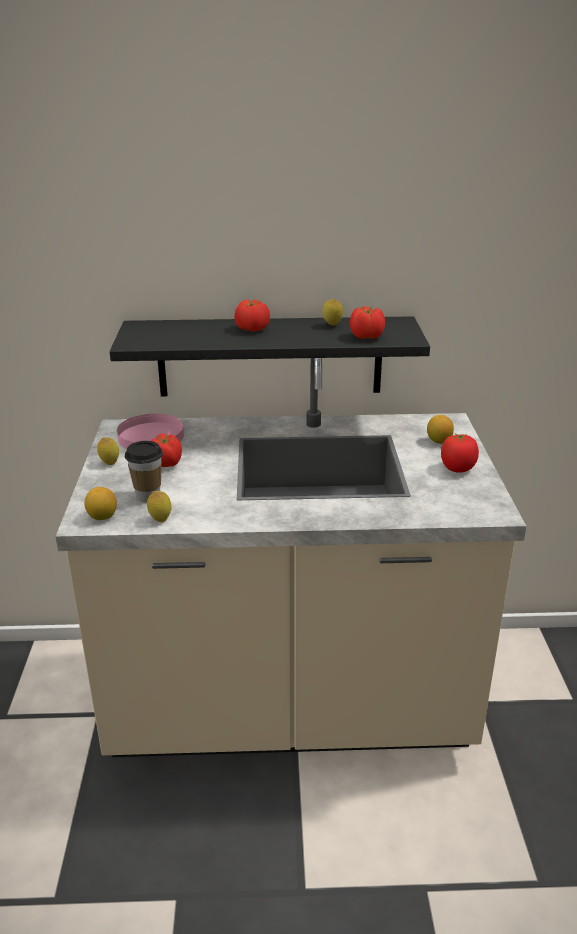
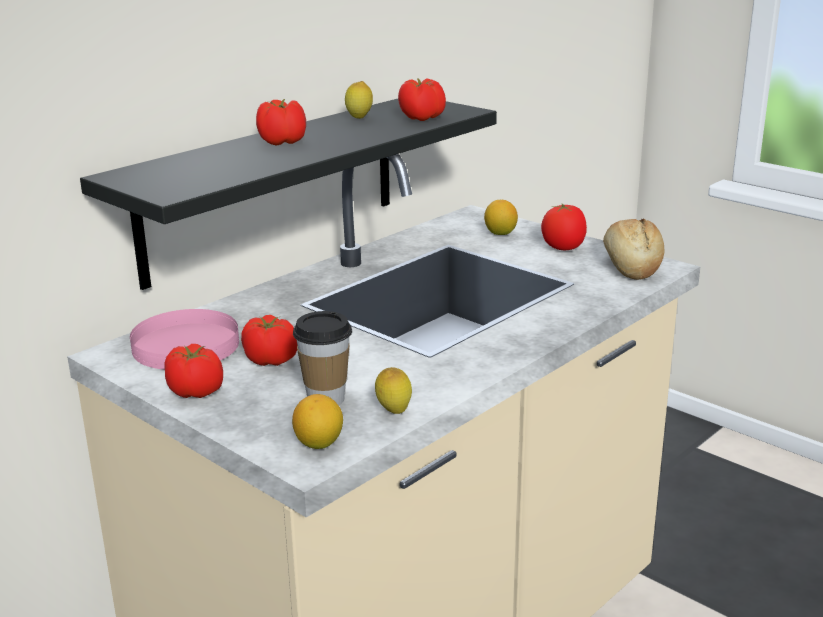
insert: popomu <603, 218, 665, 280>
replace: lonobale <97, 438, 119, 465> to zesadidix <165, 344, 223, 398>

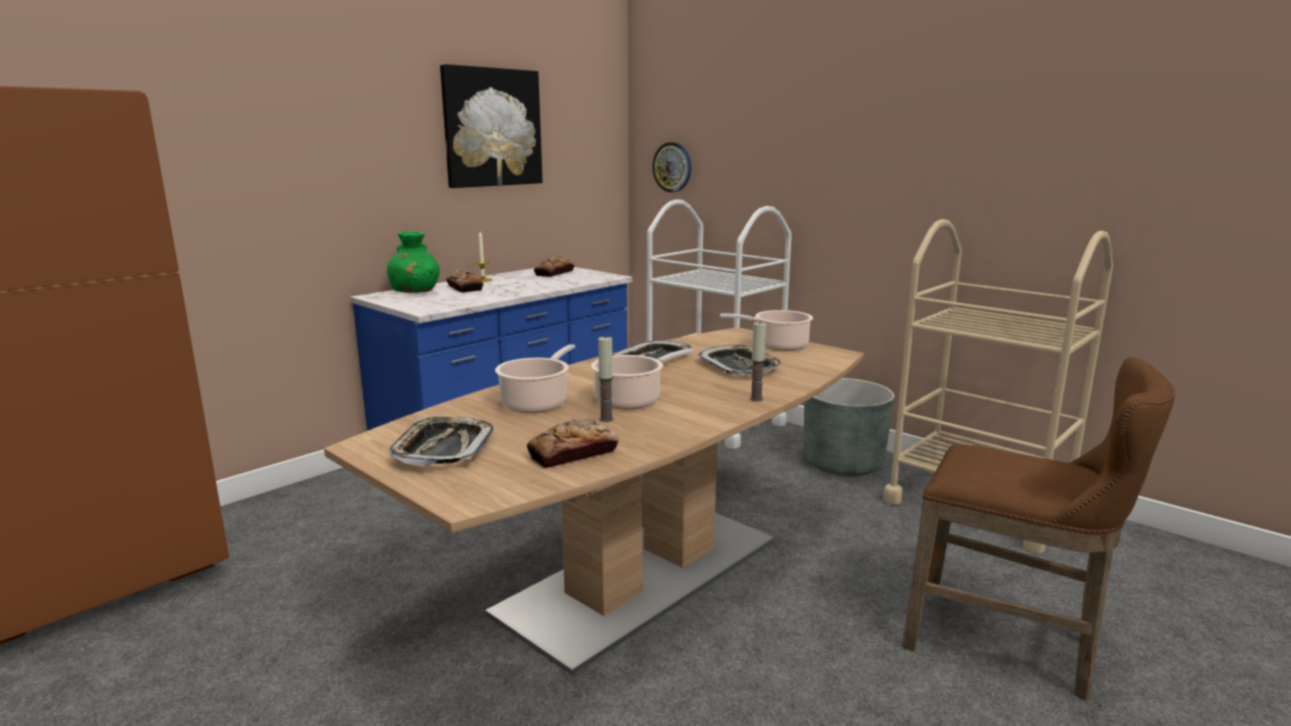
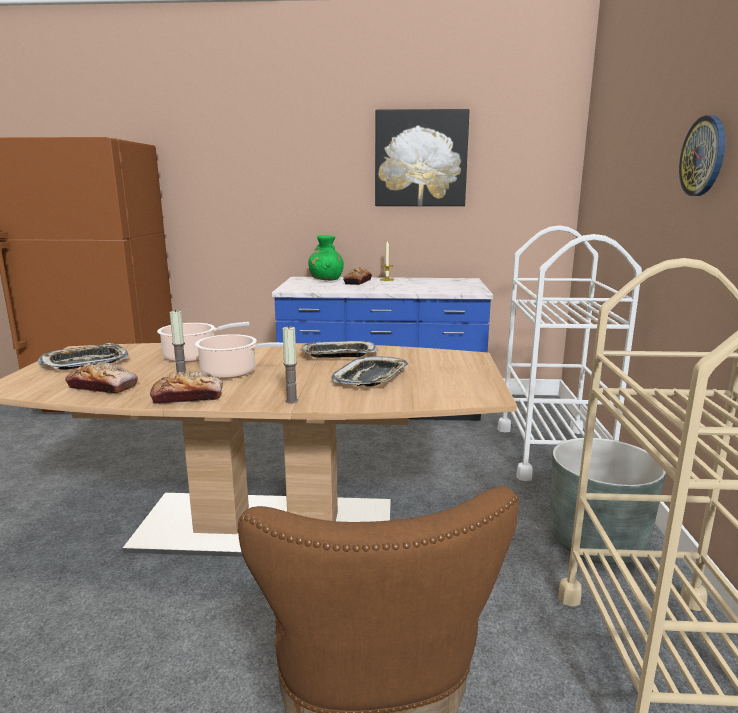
delete: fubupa <720, 310, 813, 351>
move: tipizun <652, 142, 691, 192> to <679, 115, 725, 196>; popomu <534, 256, 575, 277> to <150, 371, 223, 404>

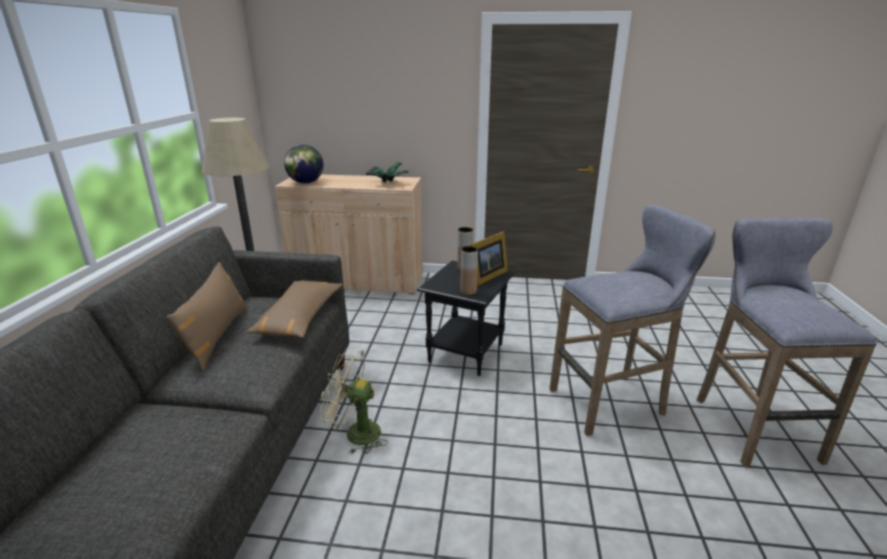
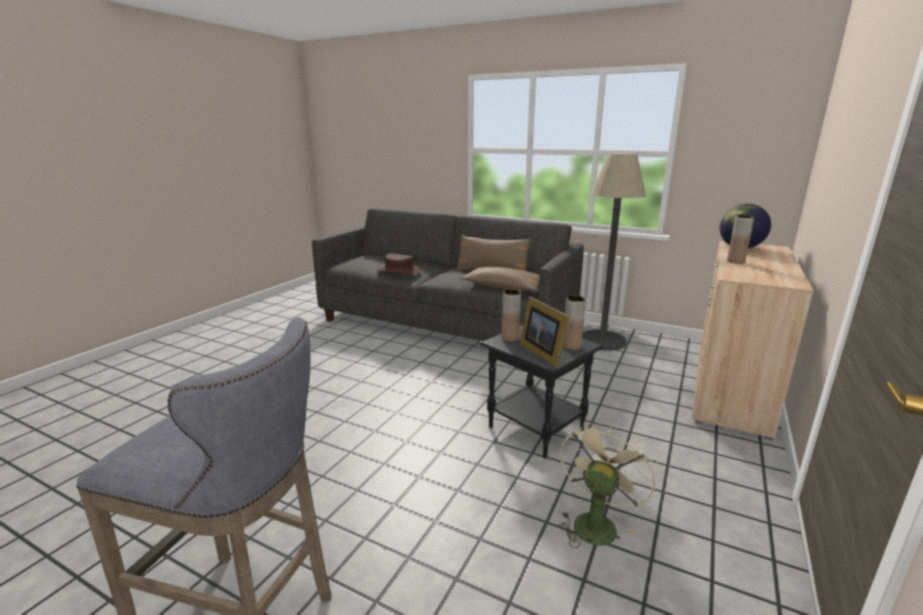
delete: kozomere <365, 162, 408, 182>; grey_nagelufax <550, 205, 716, 436>
insert: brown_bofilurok <727, 215, 754, 264>; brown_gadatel <378, 254, 421, 275>
move: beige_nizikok <320, 348, 388, 454> to <559, 422, 657, 548>

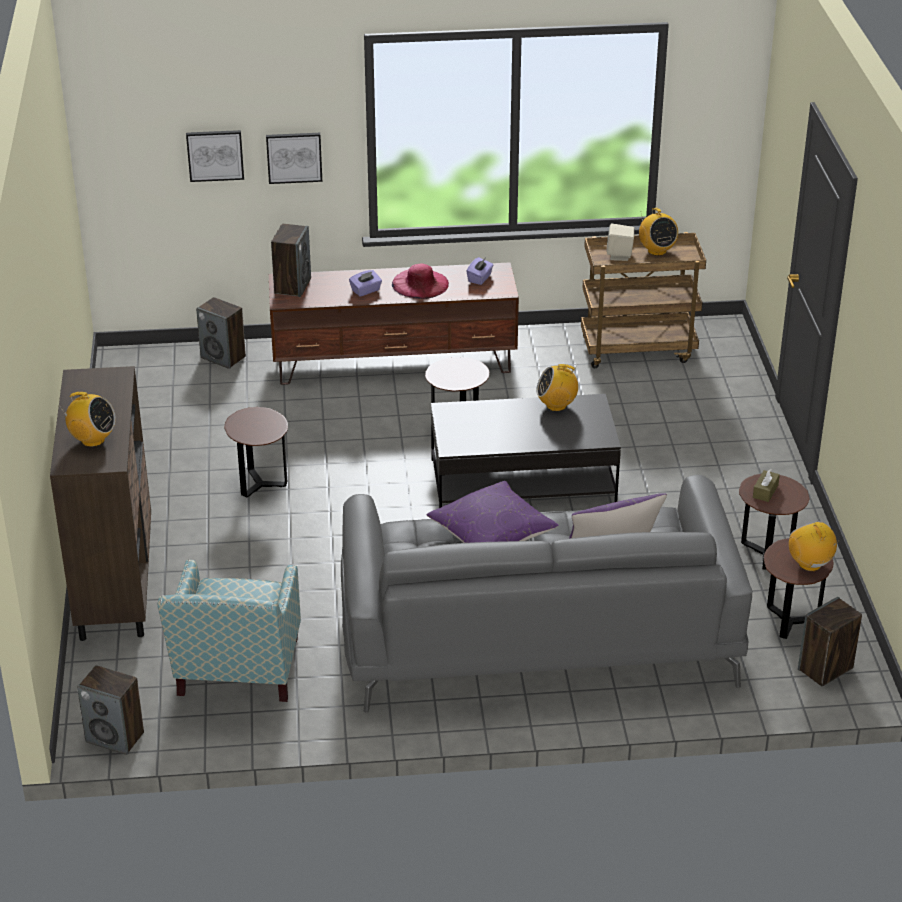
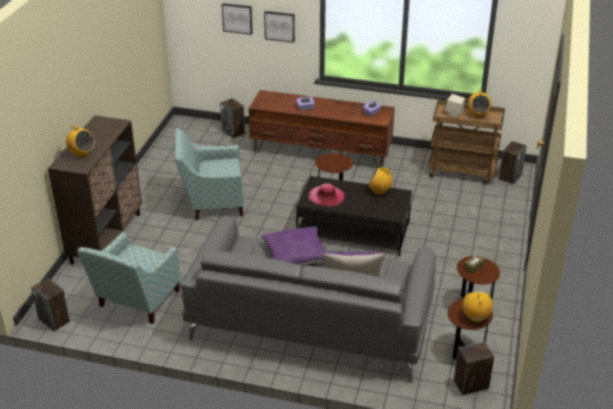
move: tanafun <271, 224, 311, 297> to <499, 141, 527, 185>; pink_gadatel <392, 263, 449, 299> to <308, 183, 345, 207>
replace: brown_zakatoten <224, 407, 288, 498> to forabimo <175, 128, 244, 220>

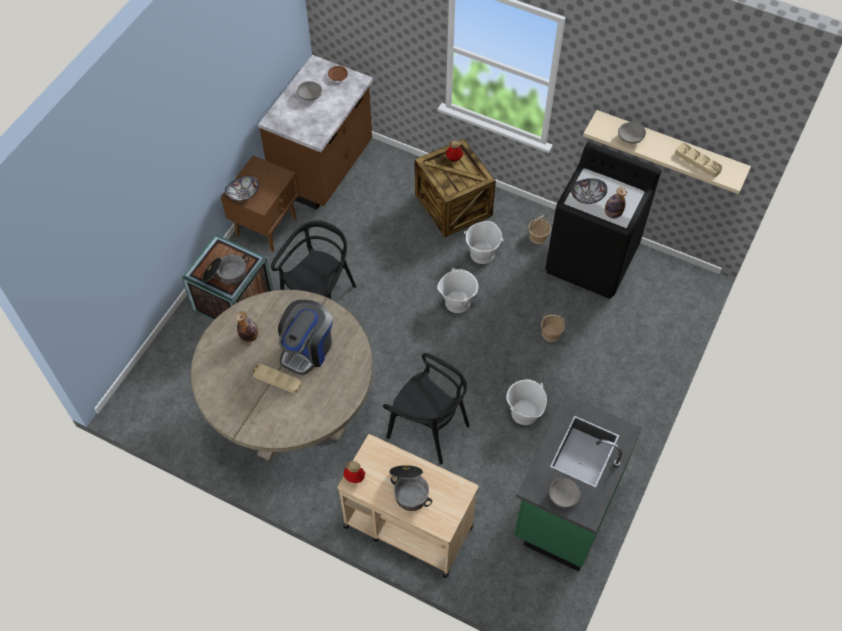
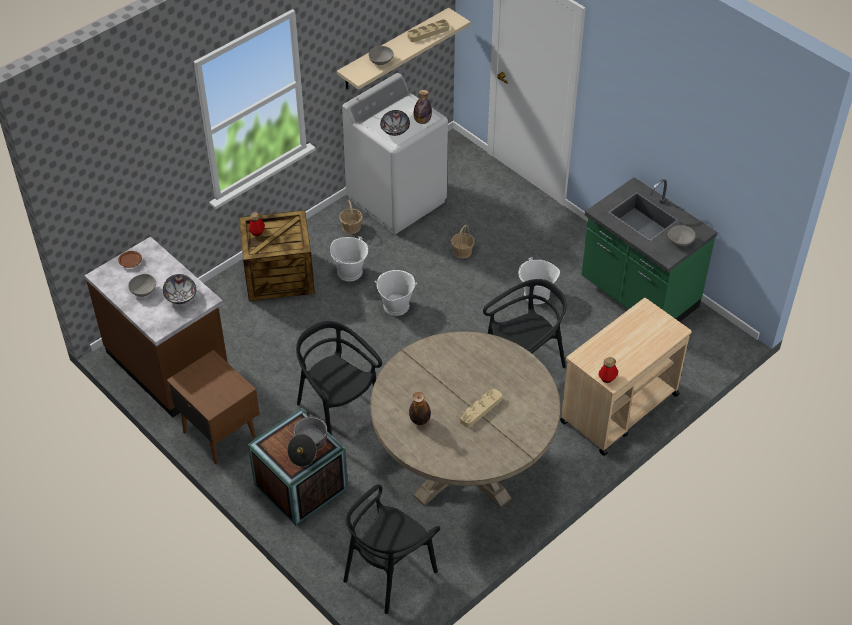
delete: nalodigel <278, 300, 332, 375>; fubupa <389, 465, 432, 511>
insert: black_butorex <343, 484, 440, 614>
move: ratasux <225, 176, 259, 201> to <163, 274, 196, 304>
recolor: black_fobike <545, 142, 661, 299> to white_fobike <342, 73, 448, 234>

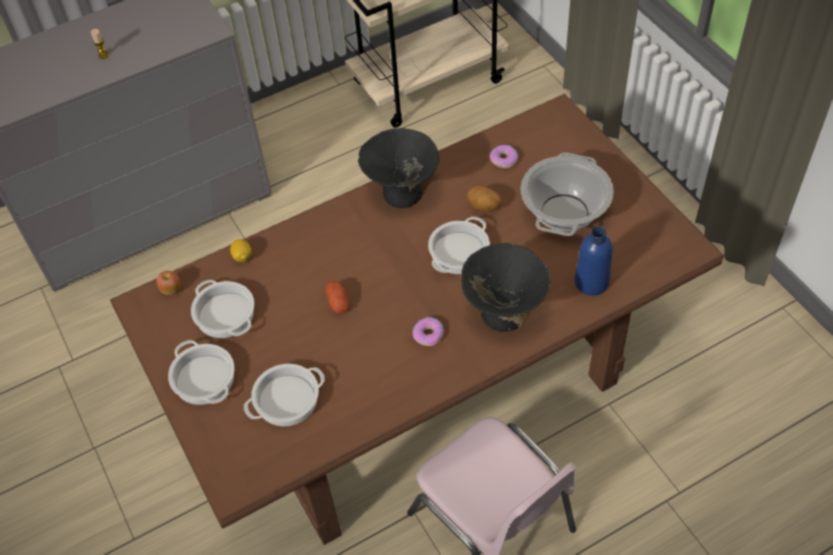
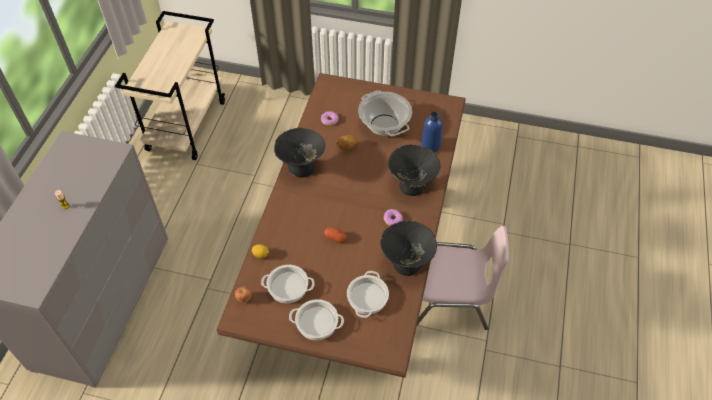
delete: fubupa <428, 217, 490, 274>
insert: black_ratasux <380, 220, 437, 276>

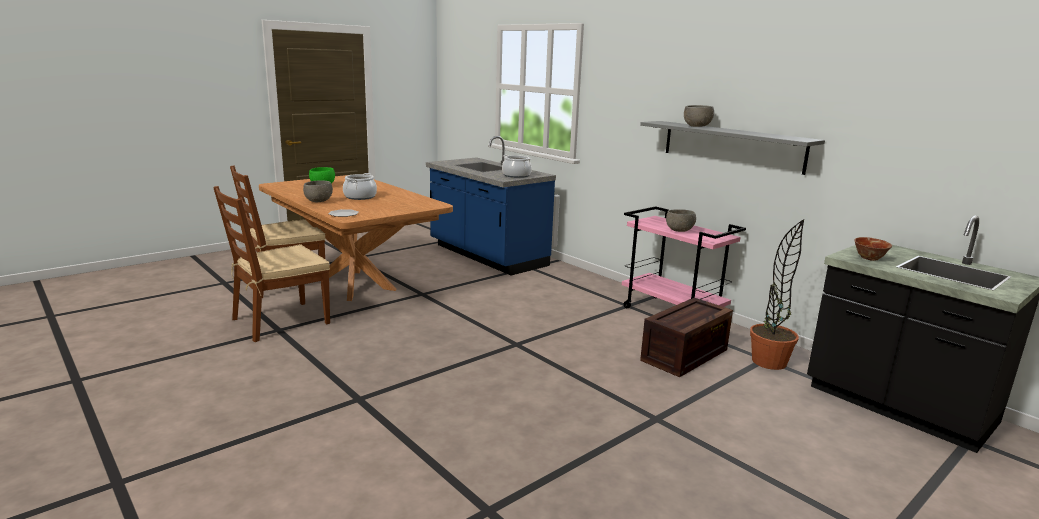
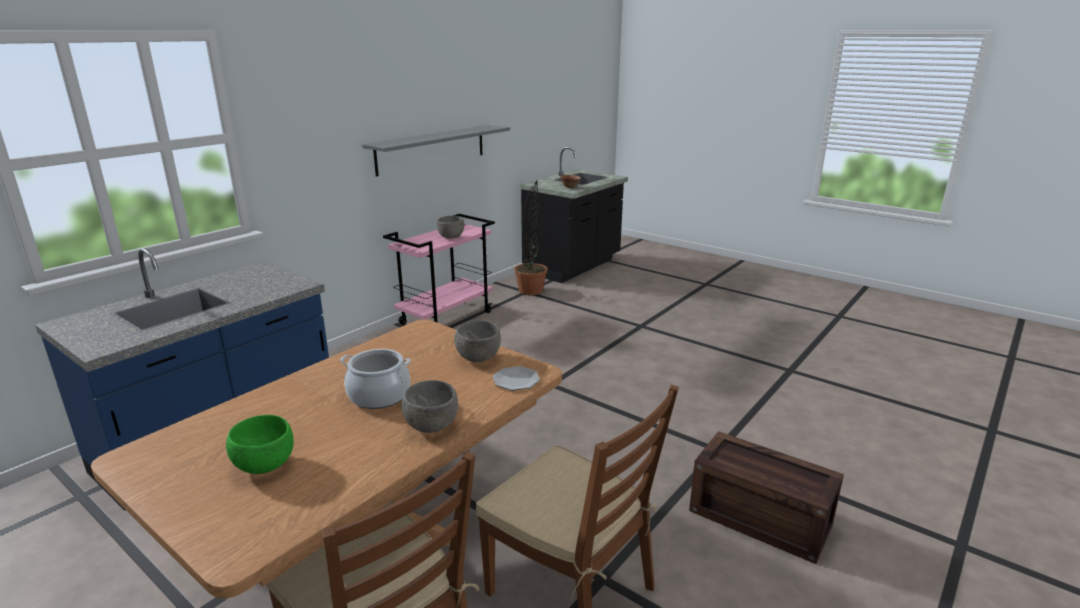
delete: fubupa <502, 155, 532, 178>
move: grey_ratasux <684, 105, 714, 127> to <454, 321, 501, 362>; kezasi <640, 298, 733, 377> to <689, 431, 844, 564>

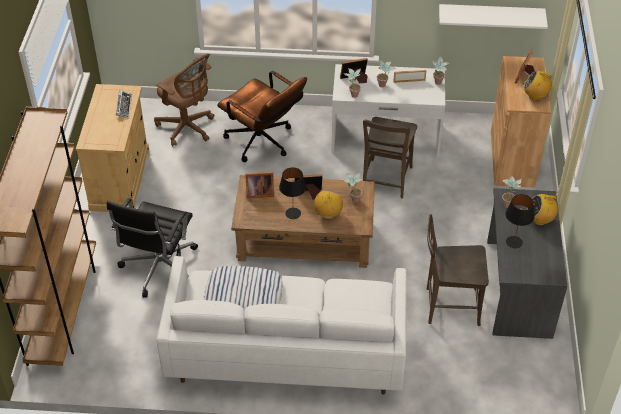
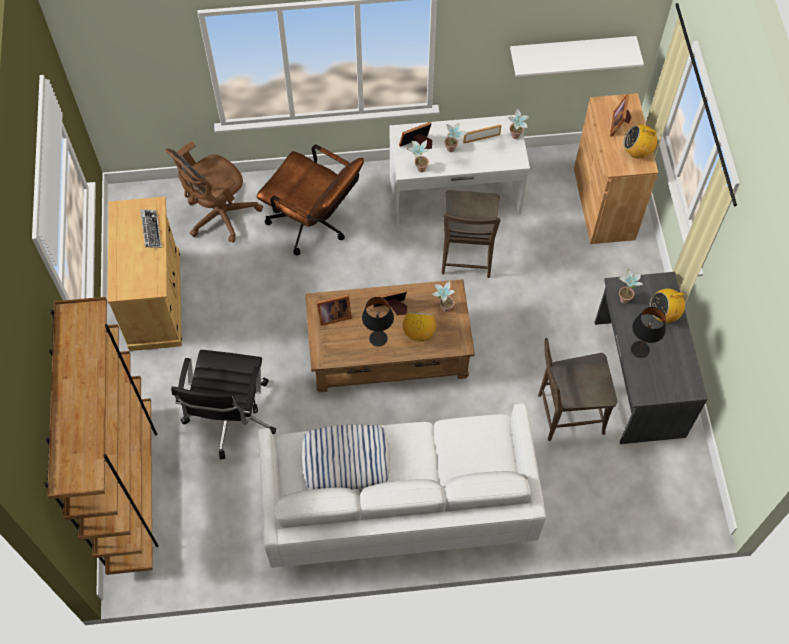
rotate: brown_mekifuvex <154, 54, 214, 146> = <165, 142, 263, 243> 105 degrees clockwise

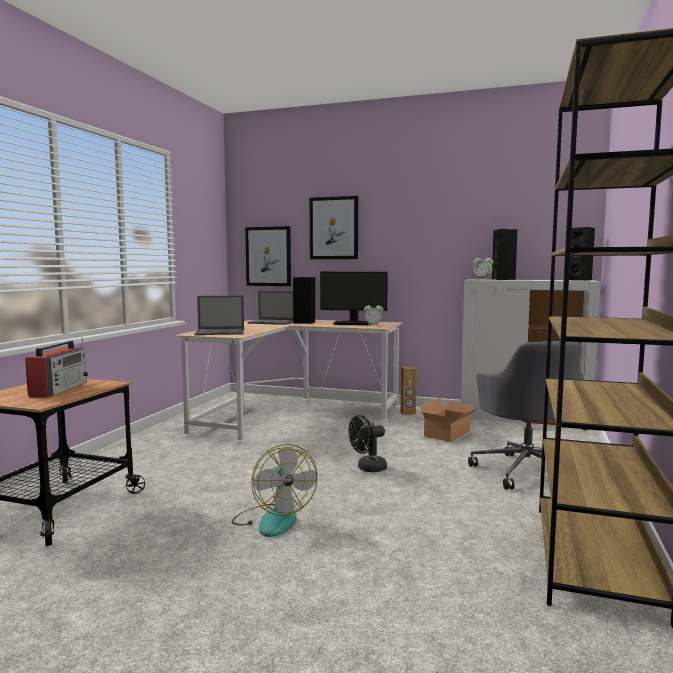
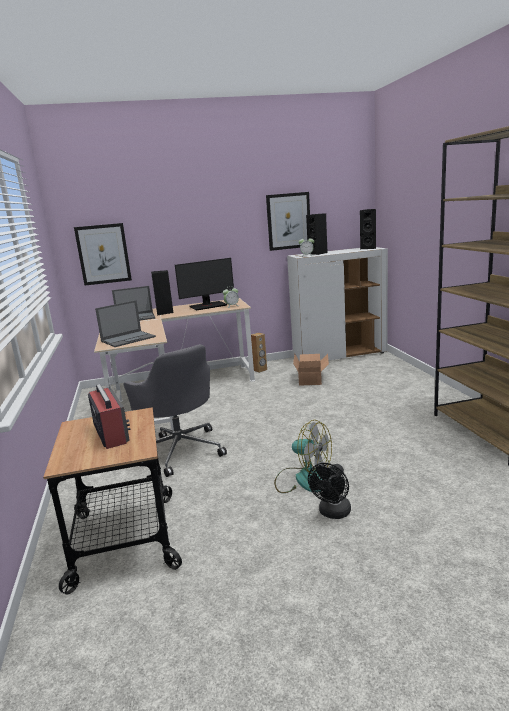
move: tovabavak <310, 196, 358, 259> to <266, 192, 310, 251>; grey_mekifuvex <468, 341, 583, 489> to <123, 344, 227, 477>; black_nizikok <348, 415, 387, 472> to <308, 463, 351, 519>

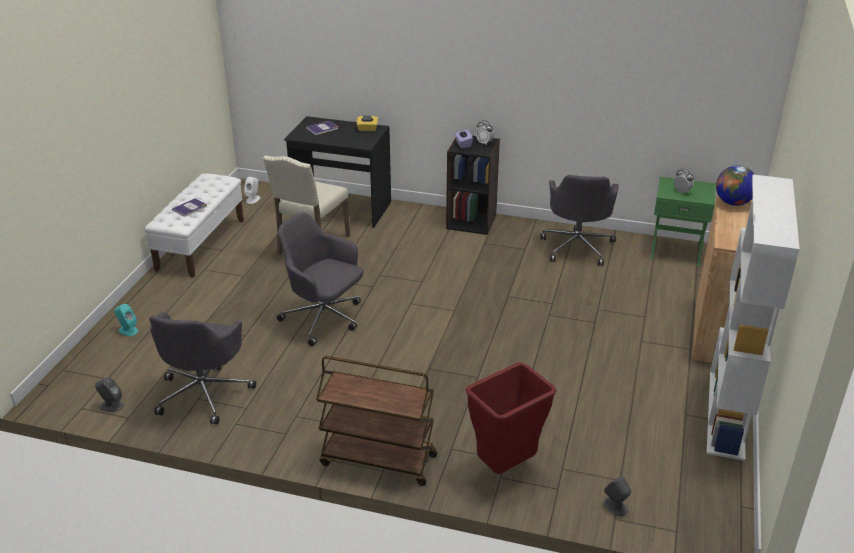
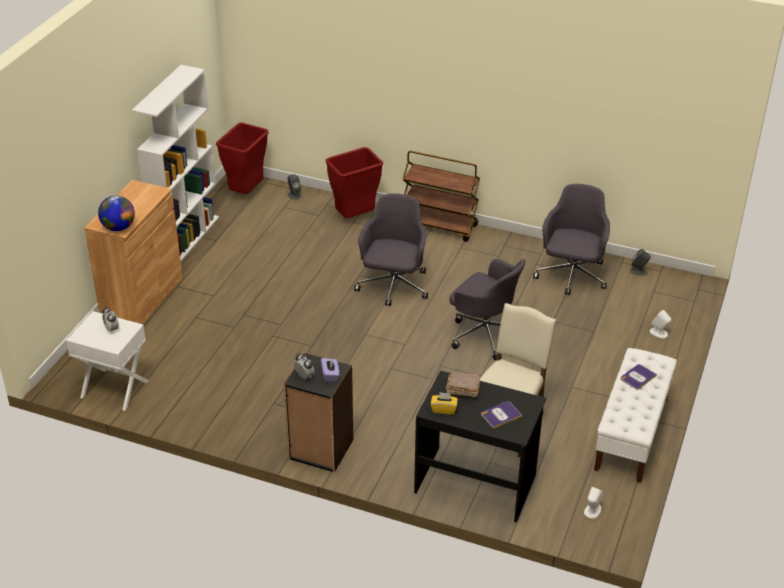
insert: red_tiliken <216, 123, 269, 194>; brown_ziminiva <446, 372, 481, 397>
move: grey_mekifuvex <540, 175, 618, 266> to <354, 193, 428, 306>
recolor: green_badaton <650, 177, 716, 267> to white_badaton <66, 311, 149, 411>; turquoise_tanafun <114, 304, 138, 336> to white_tanafun <650, 310, 671, 338>

